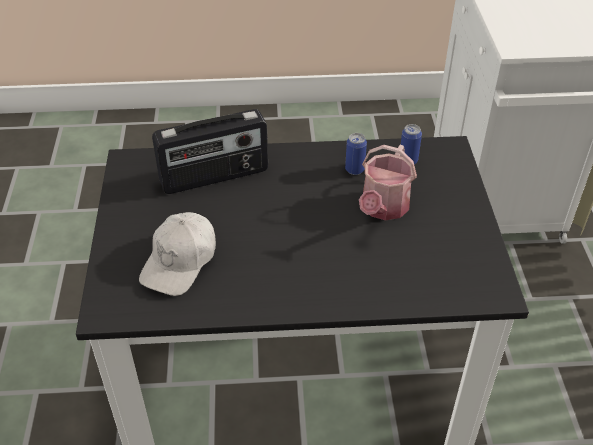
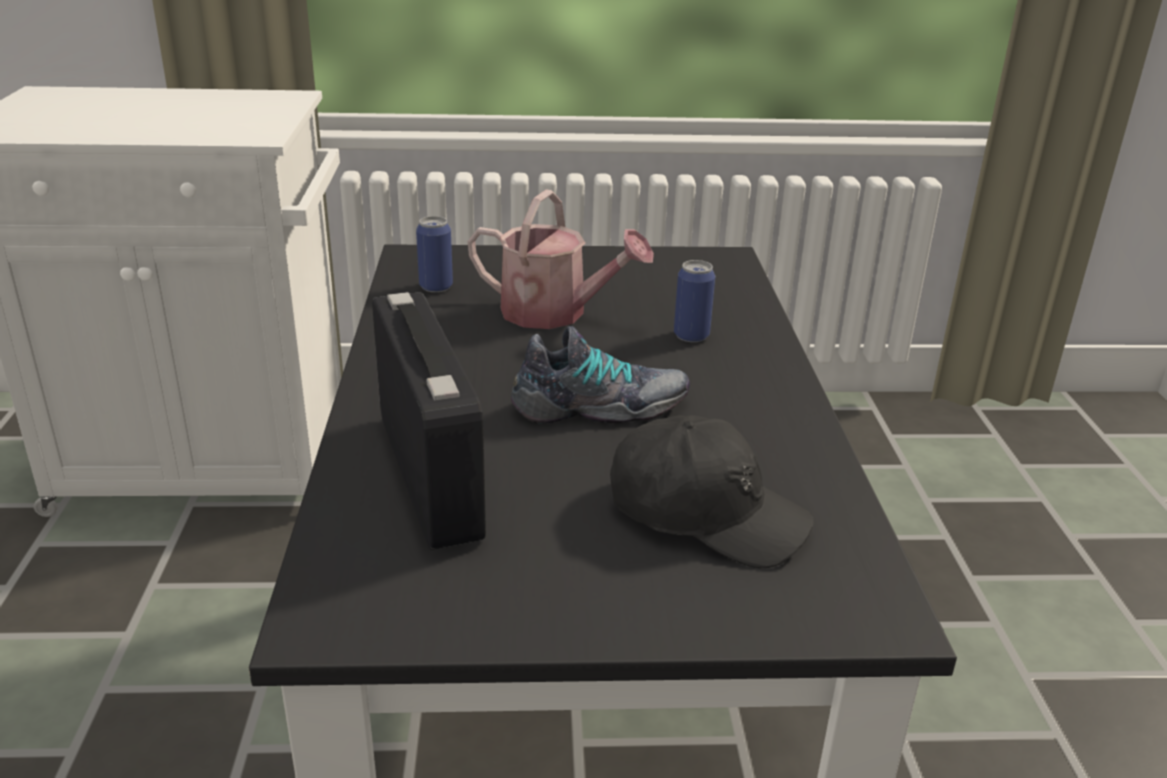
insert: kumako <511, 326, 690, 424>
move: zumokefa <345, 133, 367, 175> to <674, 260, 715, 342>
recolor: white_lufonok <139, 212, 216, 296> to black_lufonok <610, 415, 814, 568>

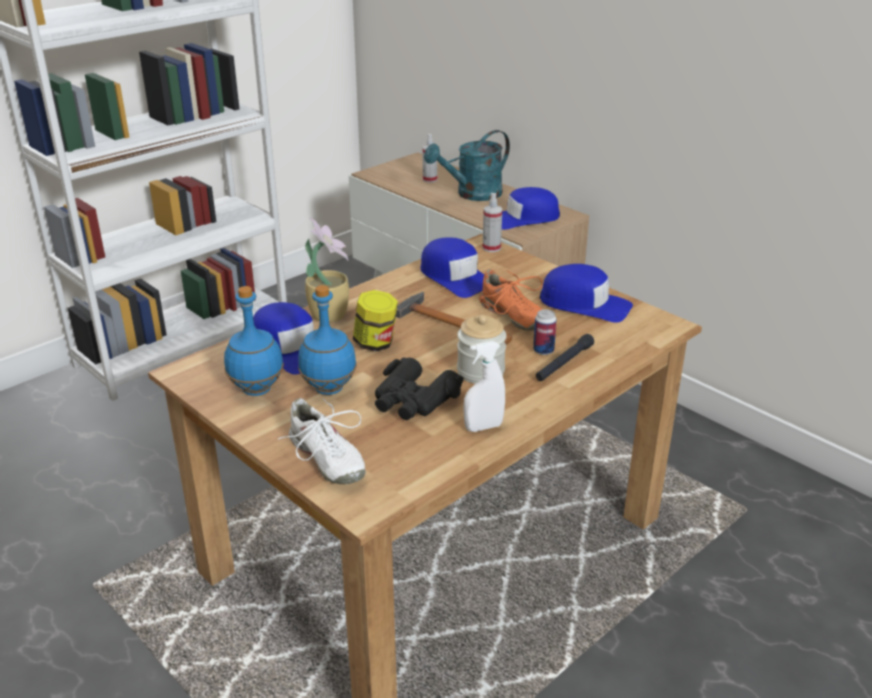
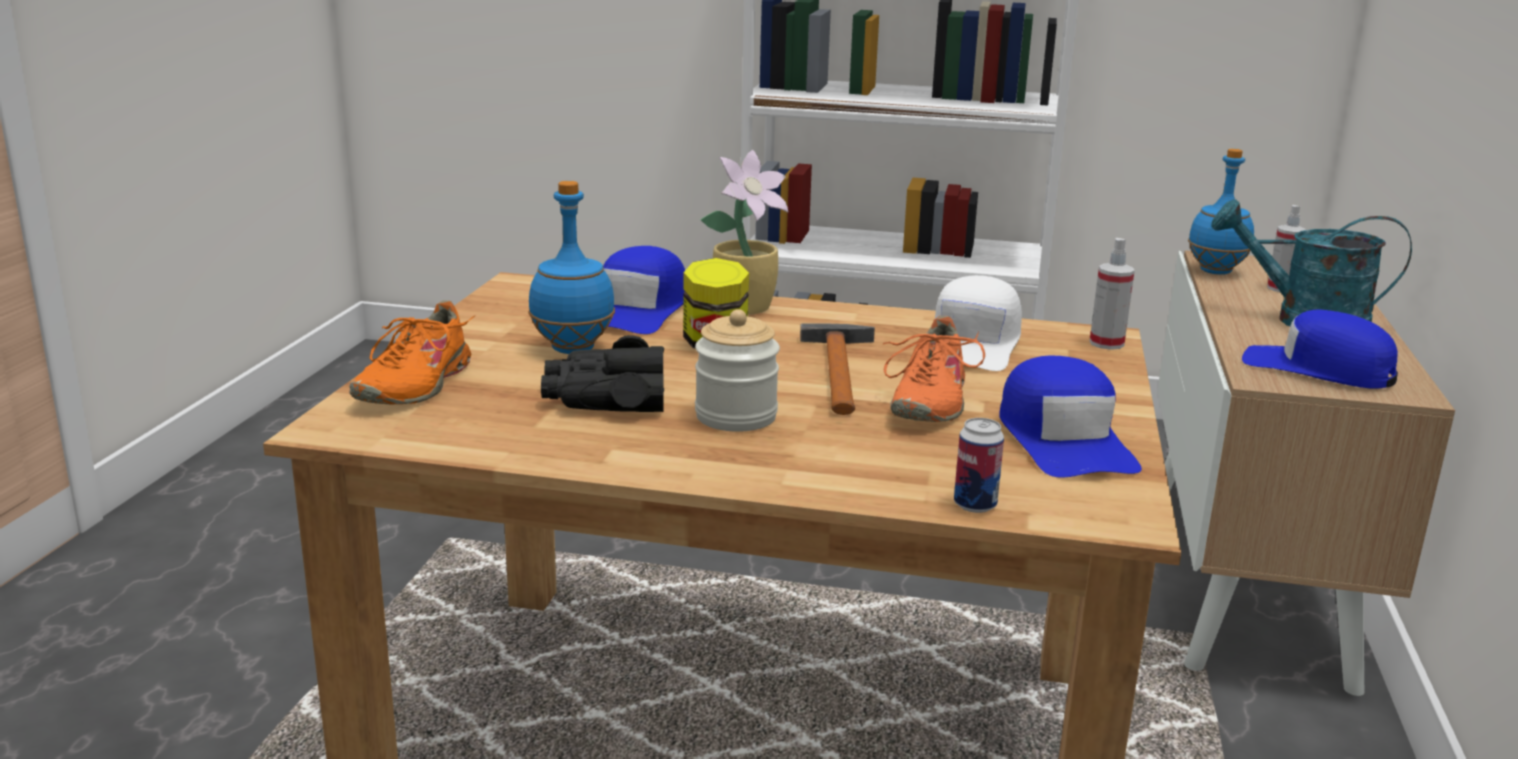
delete: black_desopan <536, 334, 594, 381>; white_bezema <463, 341, 505, 432>
move: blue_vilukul <224, 286, 284, 396> to <1188, 149, 1254, 275>; zumokefa <533, 309, 557, 355> to <954, 418, 1004, 513>
recolor: blue_lufonok <420, 237, 484, 298> to white_lufonok <935, 275, 1022, 371>; white_kumako <278, 398, 366, 484> to orange_kumako <349, 300, 475, 405>

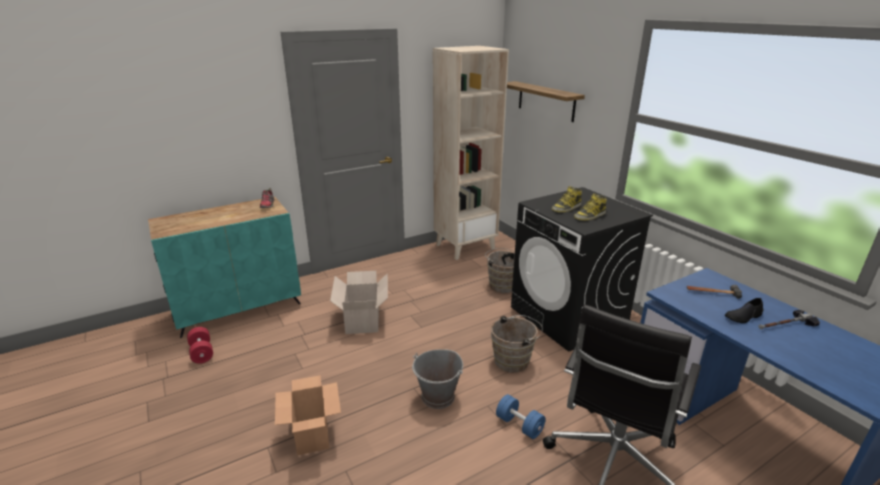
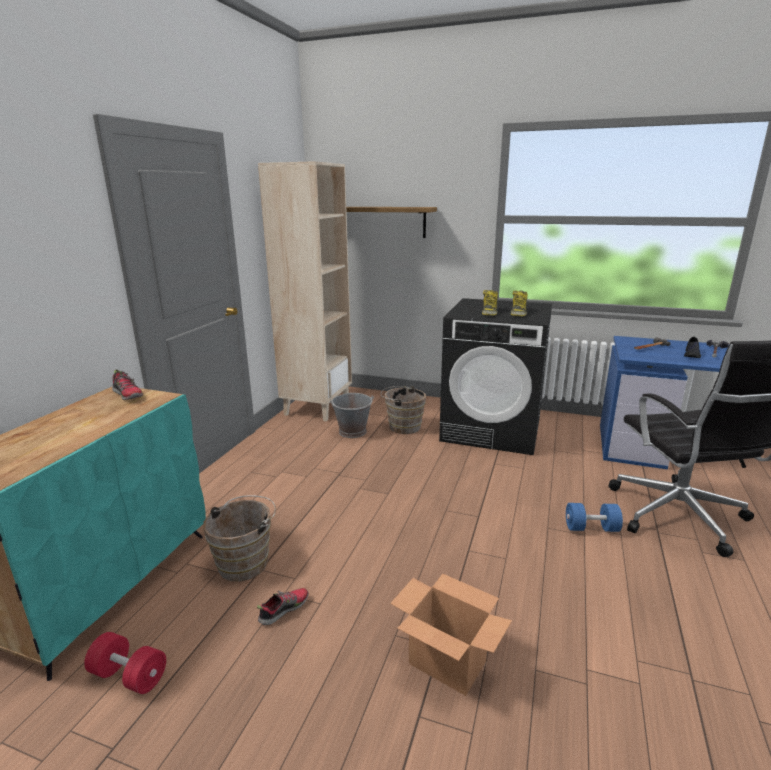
delete: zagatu <330, 271, 388, 334>
insert: kumako <257, 588, 309, 626>
move: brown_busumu <491, 315, 543, 373> to <203, 495, 276, 582>; grey_busumu <412, 349, 463, 409> to <329, 393, 374, 438>

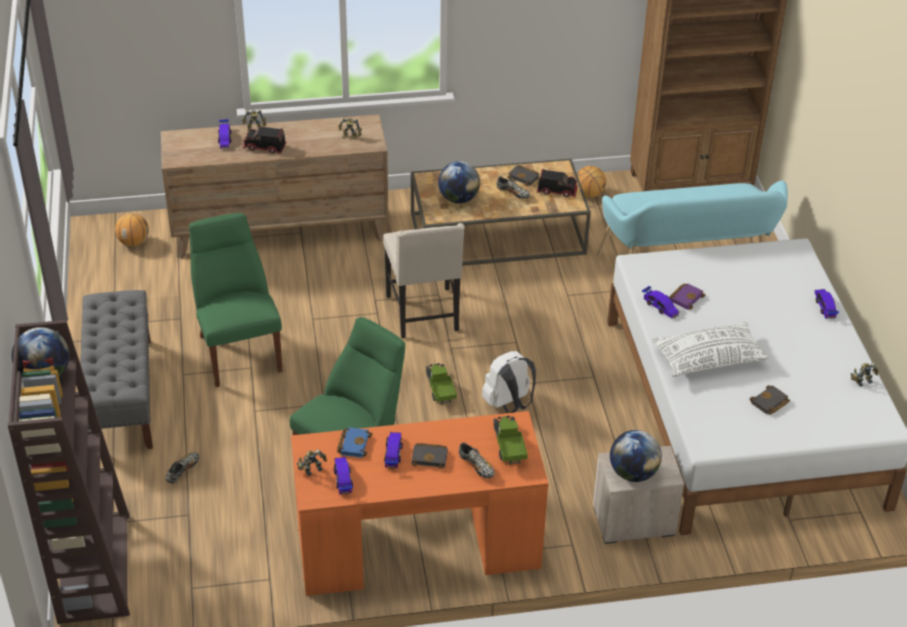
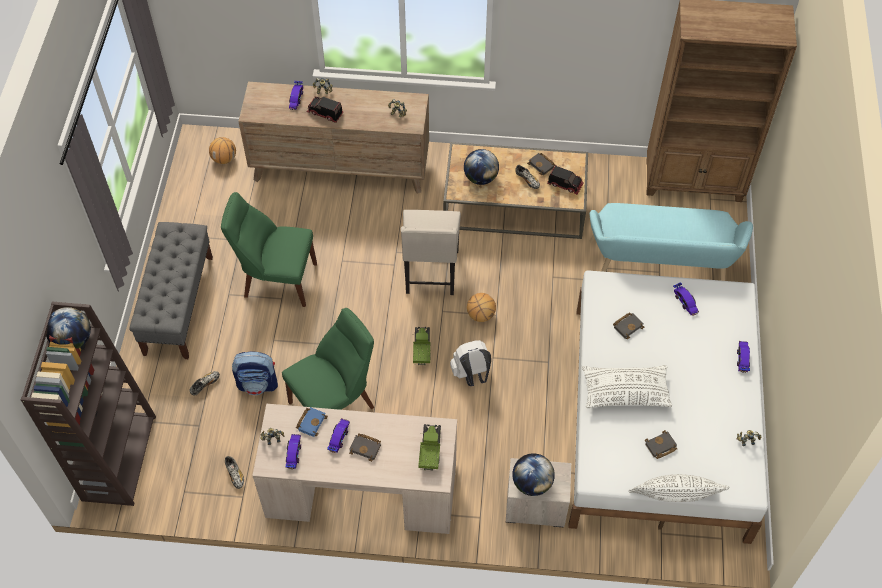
insert: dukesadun <232, 351, 278, 395>; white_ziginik <629, 474, 729, 502>
move: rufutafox <577, 166, 606, 198> to <467, 293, 496, 322>; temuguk <642, 286, 680, 318> to <673, 282, 699, 316>; kumako <459, 442, 495, 479> to <225, 456, 244, 489>
recolor: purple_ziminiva <670, 283, 705, 310> to black_ziminiva <613, 312, 645, 339>; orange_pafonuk <291, 411, 549, 596> to beige_pafonuk <252, 404, 457, 534>
rotate: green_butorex <189, 213, 283, 387> = <221, 192, 317, 307> 75 degrees counterclockwise

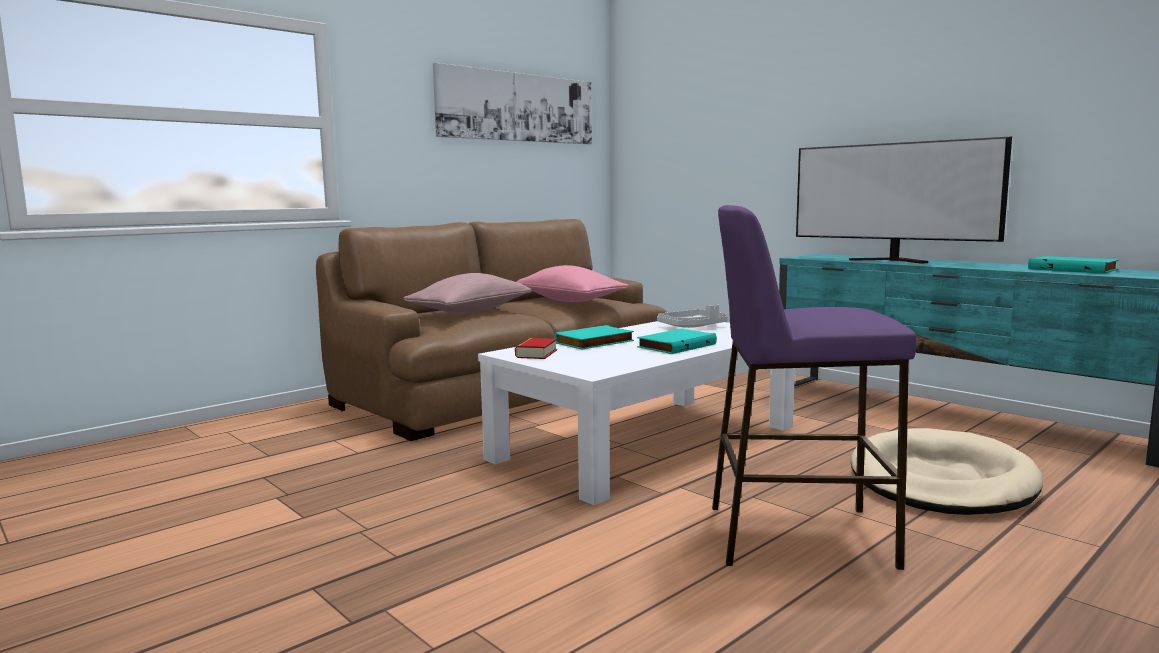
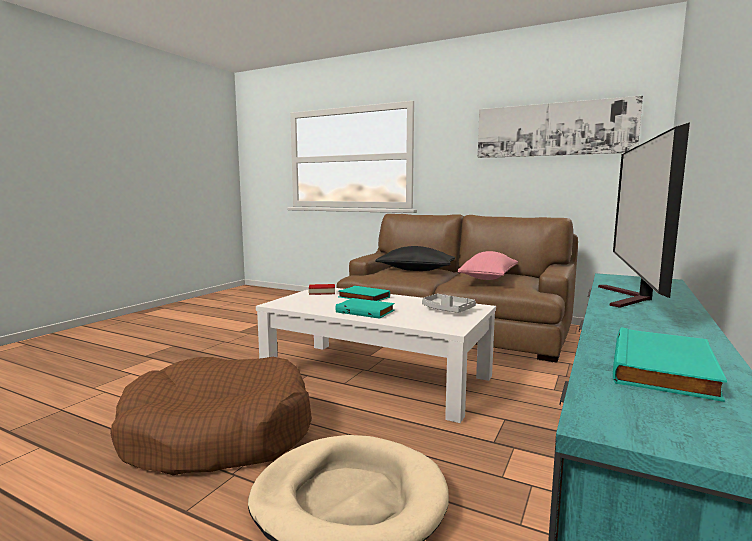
replace: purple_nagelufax <712, 205, 916, 570> to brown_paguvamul <110, 357, 312, 475>
recolor: pink_ziginik <403, 273, 532, 314> to black_ziginik <375, 246, 455, 271>

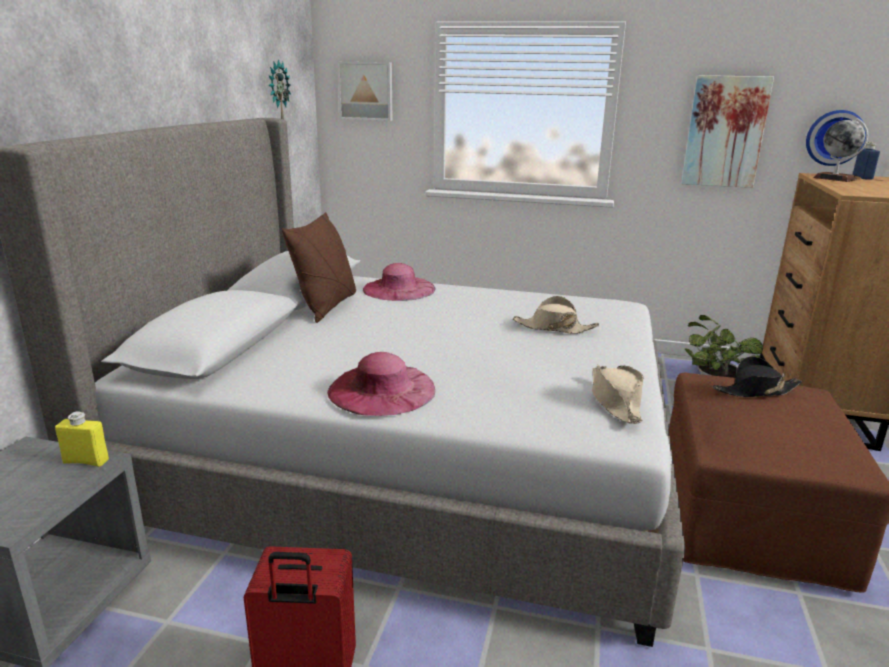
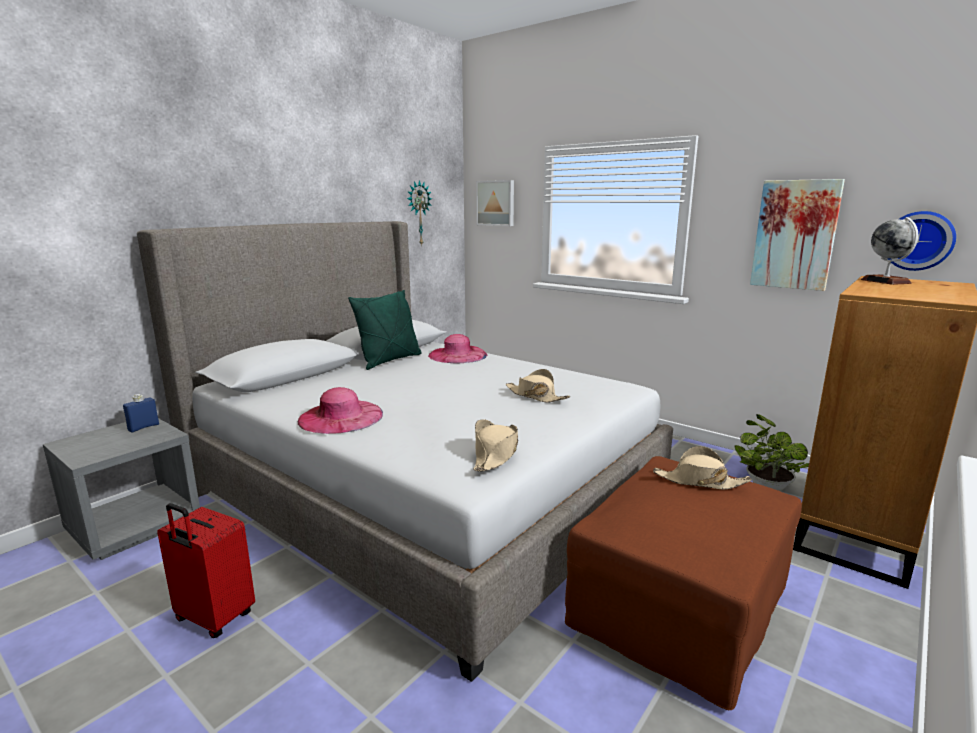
delete: yellow_vilukul <55, 411, 109, 467>
move: blue_vilukul <853, 142, 880, 180> to <123, 394, 159, 432>
recolor: brown_ziginik <282, 212, 356, 323> to green_ziginik <348, 290, 422, 370>; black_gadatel <713, 356, 802, 397> to beige_gadatel <653, 446, 752, 490>

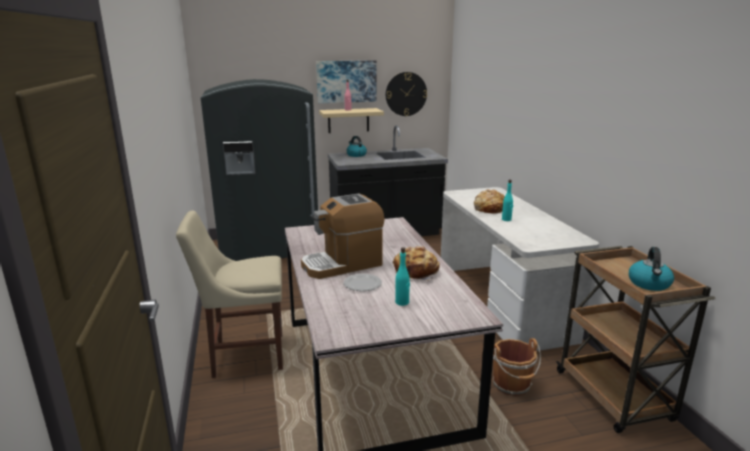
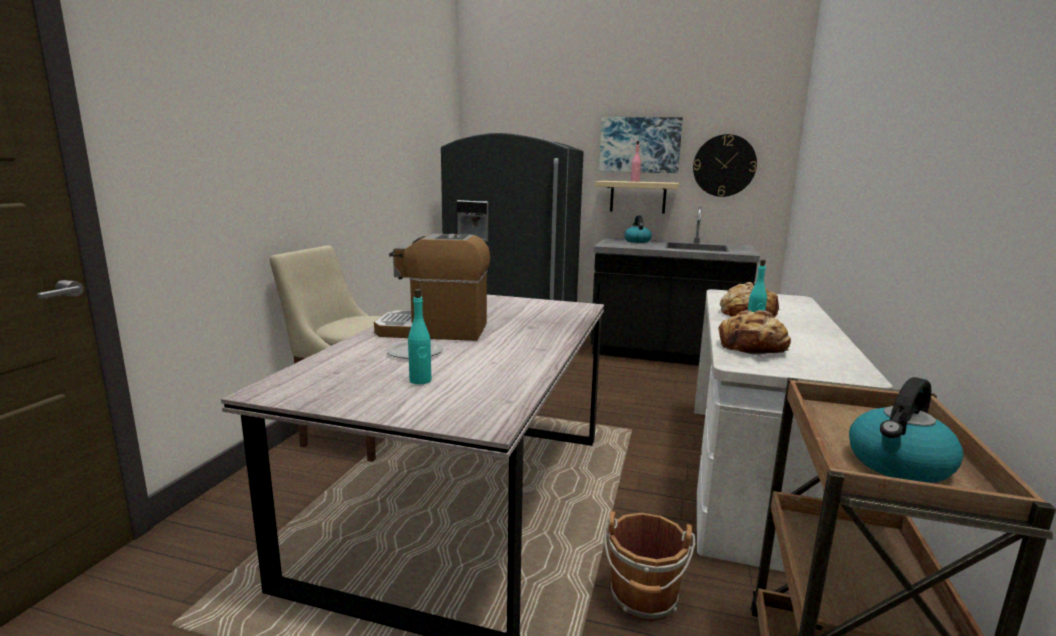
move: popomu <393, 246, 440, 281> to <718, 310, 791, 357>

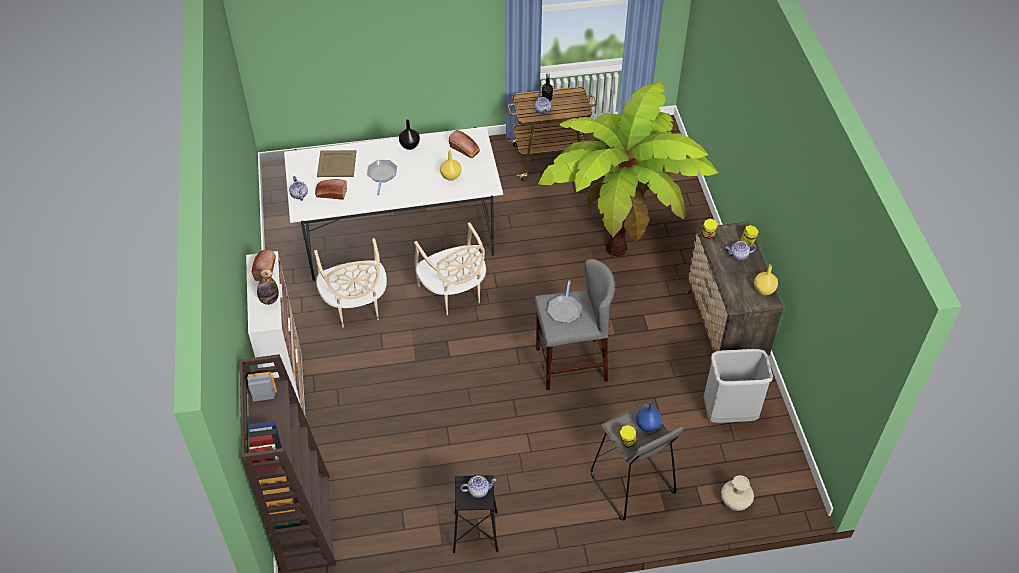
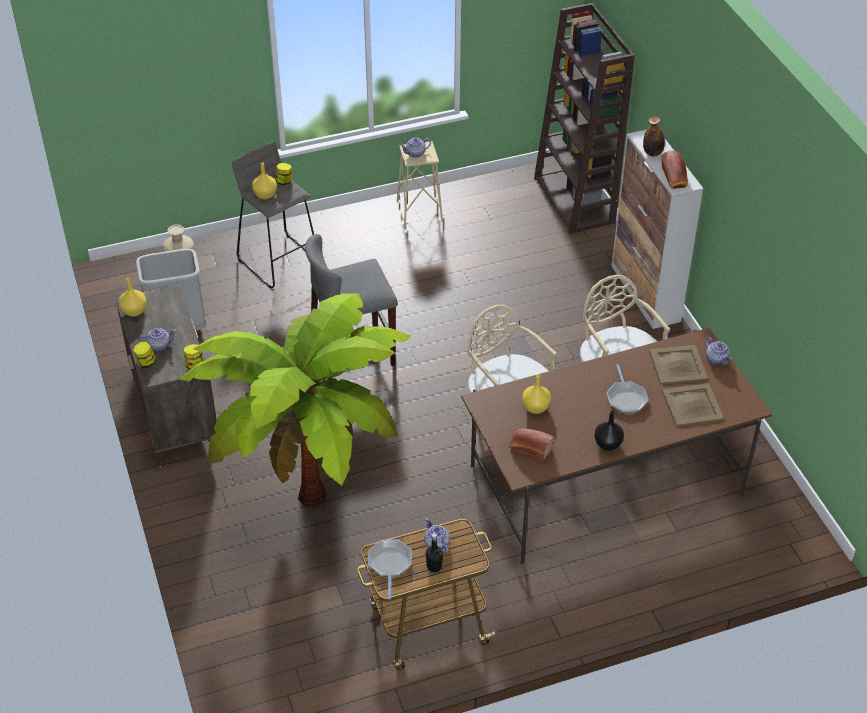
move: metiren <548, 281, 581, 323> to <368, 540, 412, 599>
replace: popomu <315, 179, 347, 200> to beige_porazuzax <649, 345, 708, 385>
recolor: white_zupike <284, 126, 503, 281> to brown_zupike <461, 328, 772, 564>; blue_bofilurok <636, 401, 662, 432> to yellow_bofilurok <252, 163, 277, 199>; black_nagelufax <453, 475, 498, 553> to beige_nagelufax <397, 141, 443, 227>

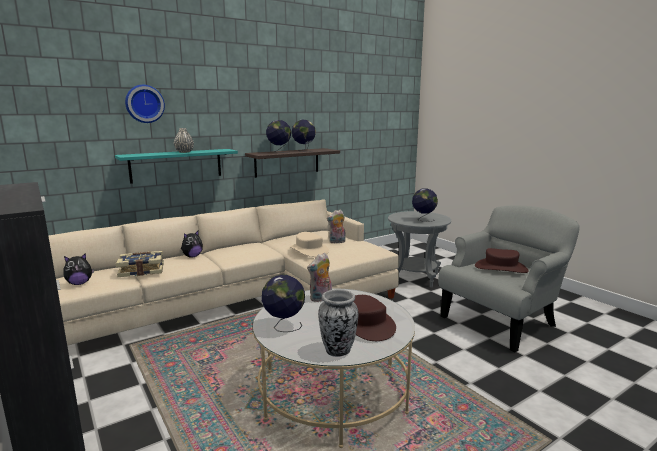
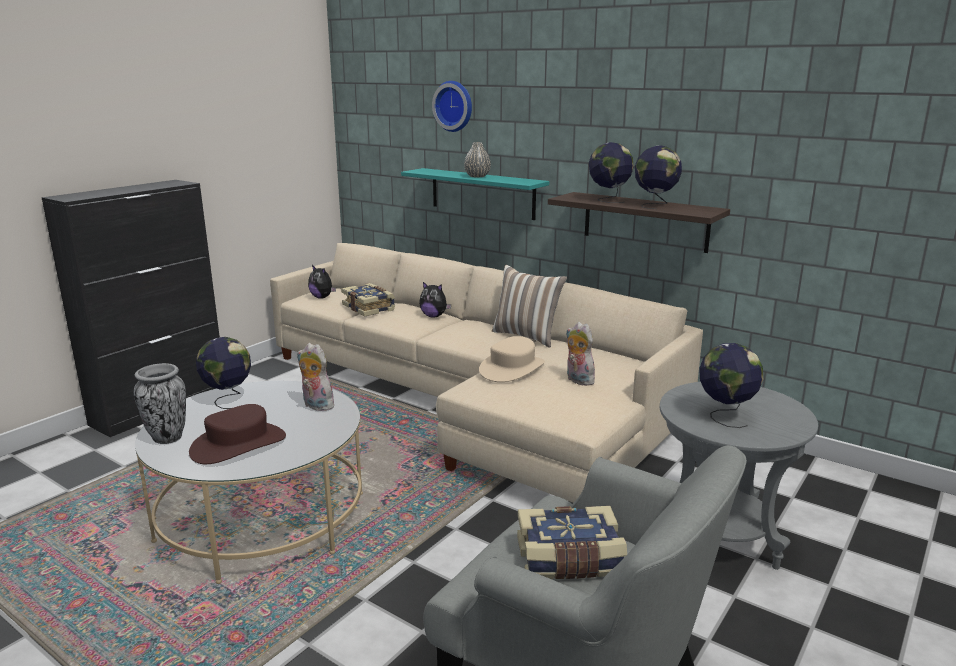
insert: ziginik <492, 265, 567, 348>
replace: brown_gadatel <475, 248, 528, 273> to ziminiva <517, 506, 627, 579>

